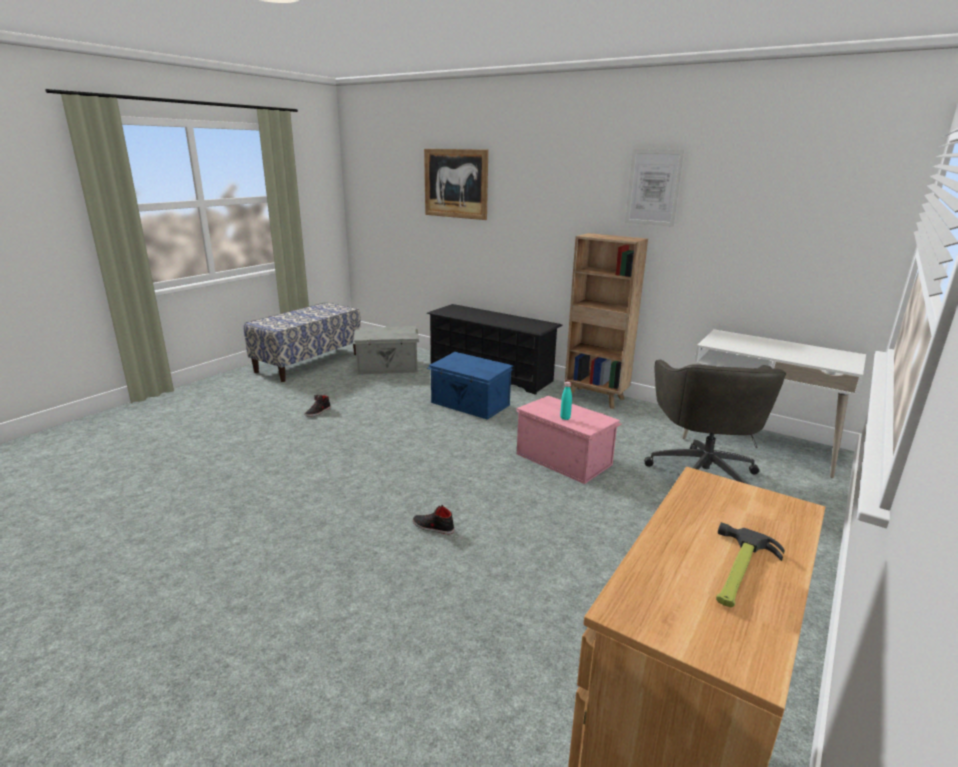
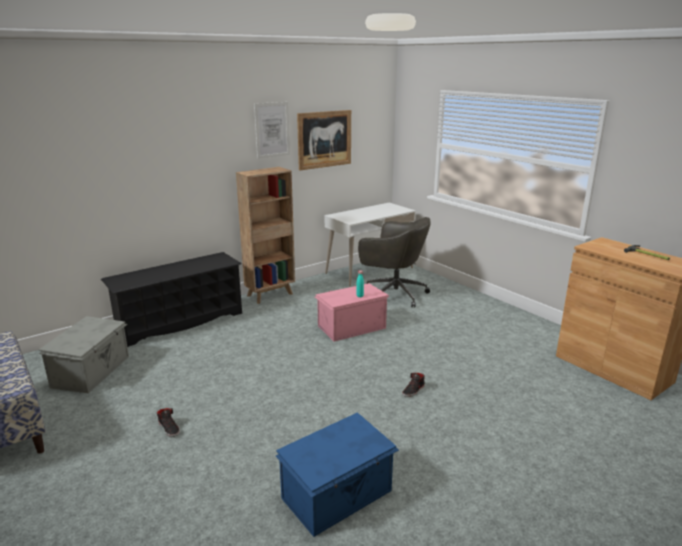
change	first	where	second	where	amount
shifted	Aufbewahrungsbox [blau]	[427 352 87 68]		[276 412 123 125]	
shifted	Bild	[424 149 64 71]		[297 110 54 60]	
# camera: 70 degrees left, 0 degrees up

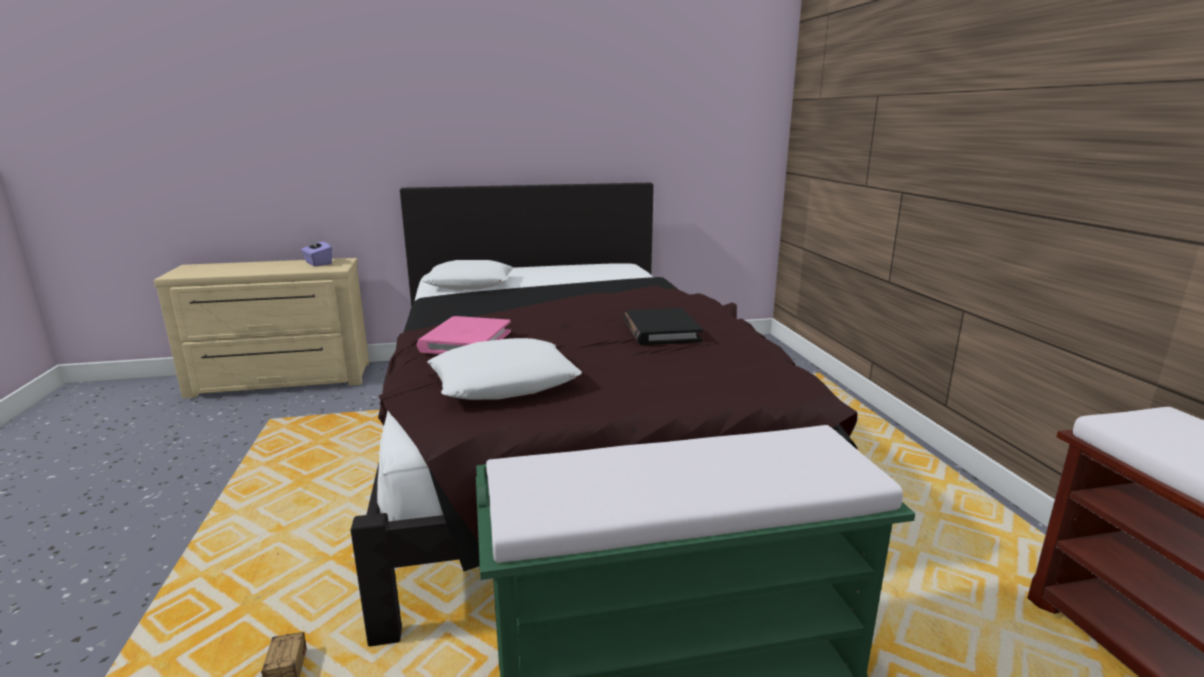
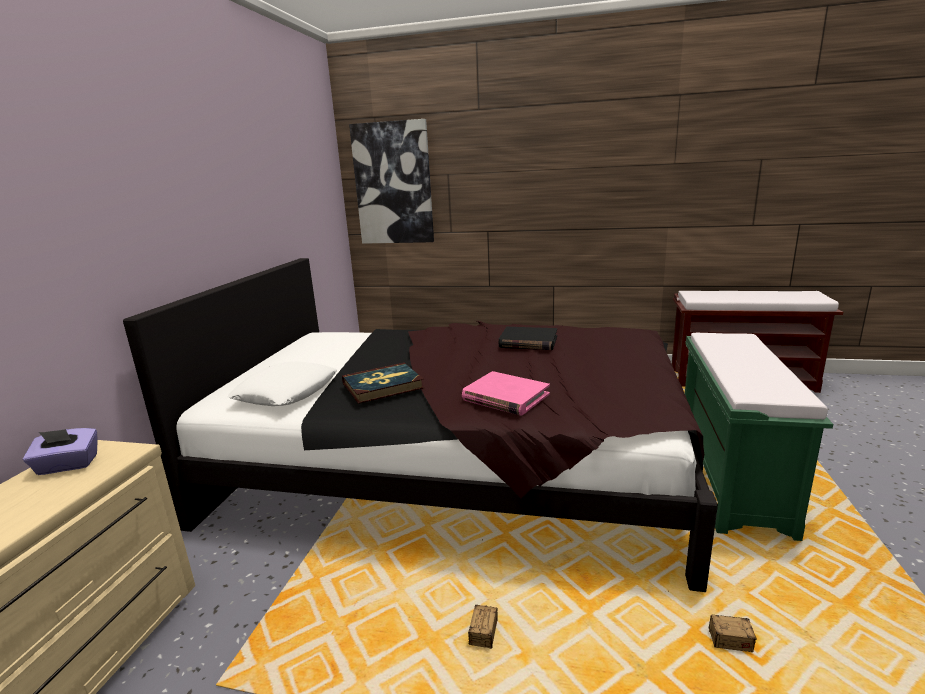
change	first	where	second	where	amount
new			Buch	[342 363 82 41]	
new			Bild	[349 119 85 125]	
new			Aufbewahrungsbox	[468 540 30 109]	
gone	Kissen [weiß]	[427 338 155 62]			
# camera: 65 degrees left, 0 degrees up

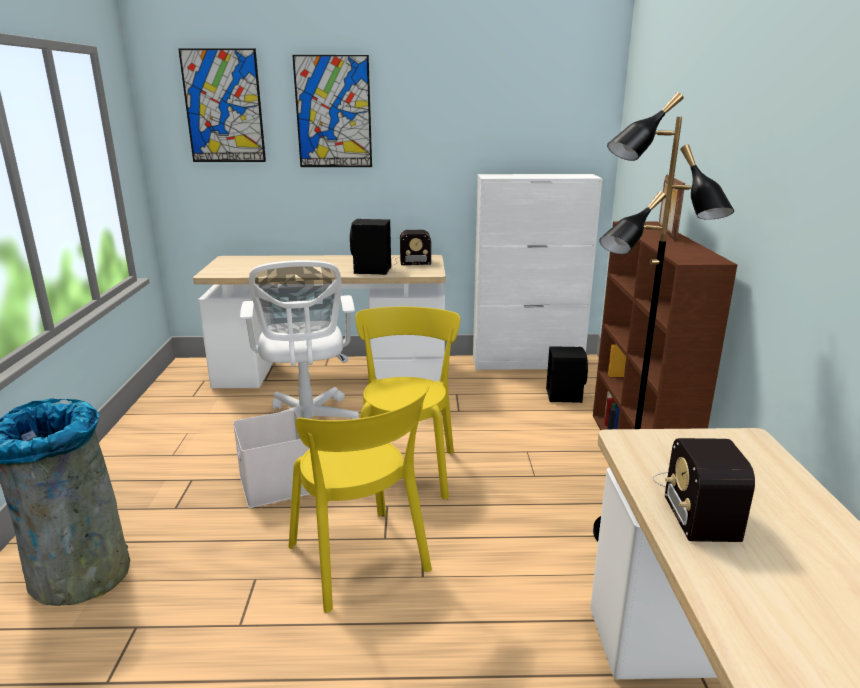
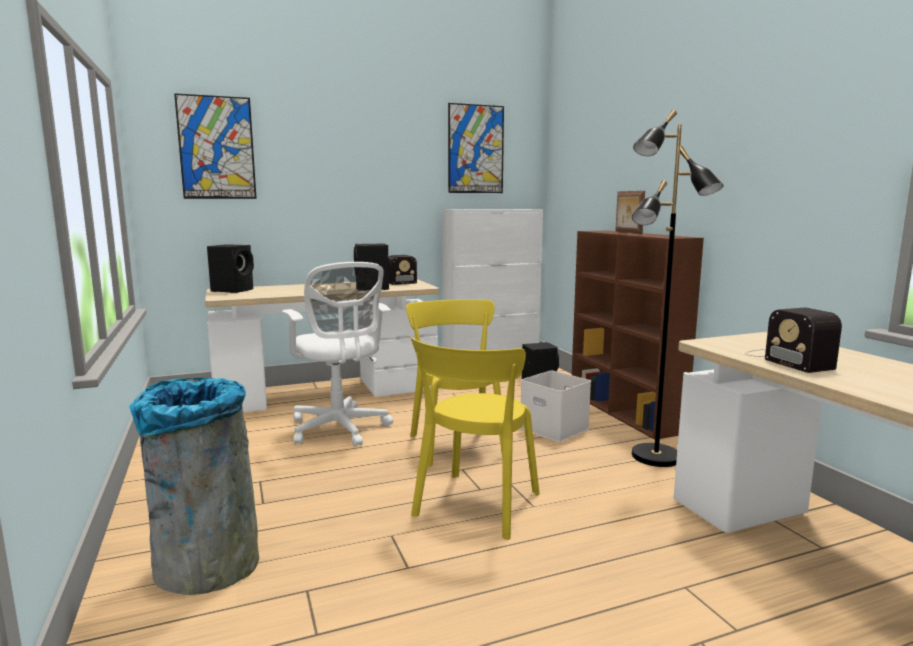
change	first	where	second	where	amount
new			Lautsprecher [schwarz]	[207 244 47 49]	
rotated	Stuhl [gelb]	[289 386 143 227]		[410 337 130 203]	75 degrees clockwise
shifted	Bild	[292 55 80 112]		[448 103 56 90]	
shifted	Aufbewahrungsbox [weiß]	[233 410 77 98]		[520 370 71 72]	
# camera: 20 degrees left, 10 degrees down

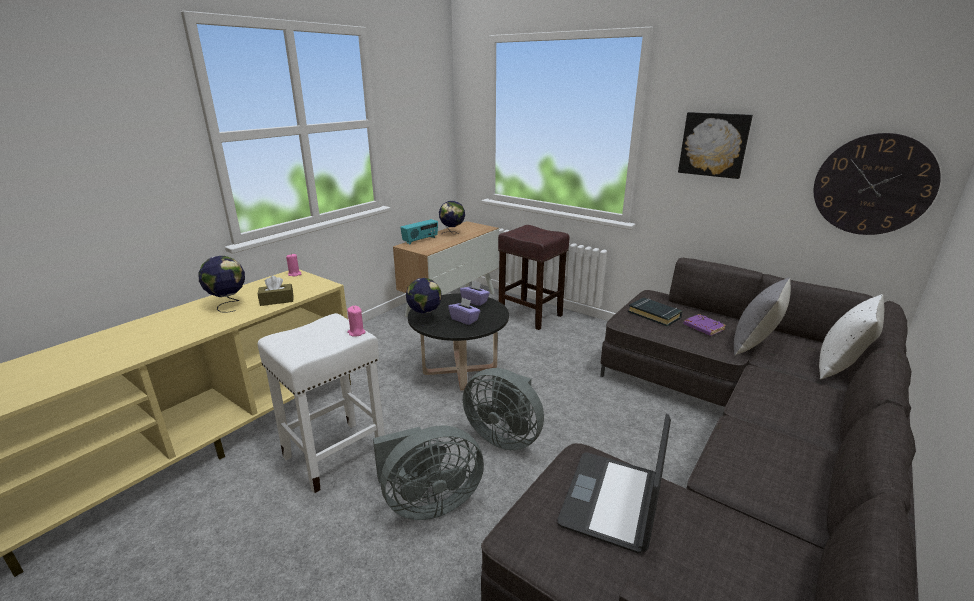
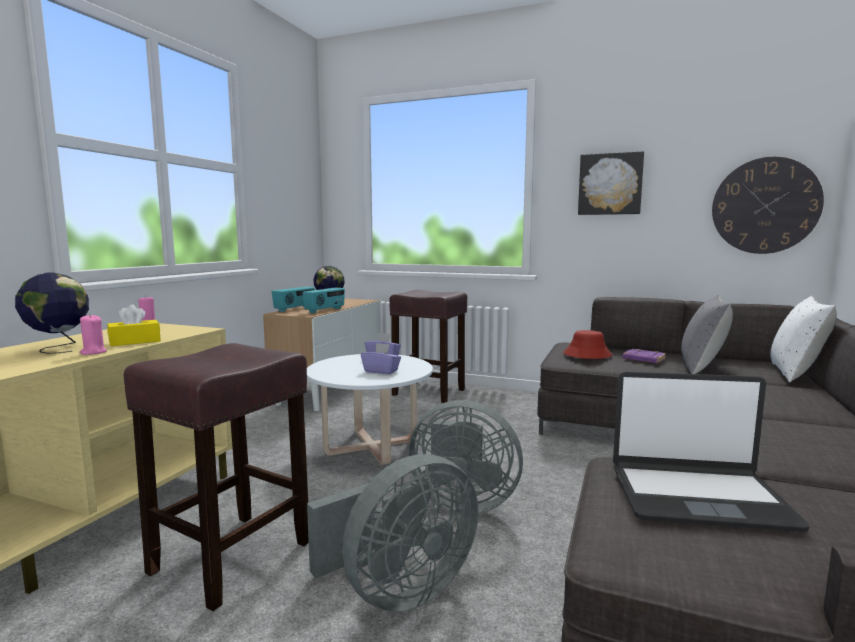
change	first	where	second	where	amount
shifted	Kerze [rosa]	[347 306 19 31]		[79 314 28 41]	
repainted	Taschentuchbox [braun]	[258 276 36 30]	Taschentuchbox [gelb]	[107 304 54 42]	
repainted	Hocker [weiß]	[258 313 127 180]	Hocker [braun]	[124 343 185 268]	
new			Radio	[302 288 43 25]	
repainted	Couchtisch [schwarz]	[408 293 101 98]	Couchtisch [weiß]	[307 354 126 111]	
swapped	Buch [schwarz]	[628 297 54 29]	Hut [rot]	[563 330 49 29]	
rotated	Laptop	[557 414 114 139]		[613 372 197 160]	90 degrees counterclockwise
gone	Globus	[406 278 36 49]			
# camera: 15 degrees left, 15 degrees down

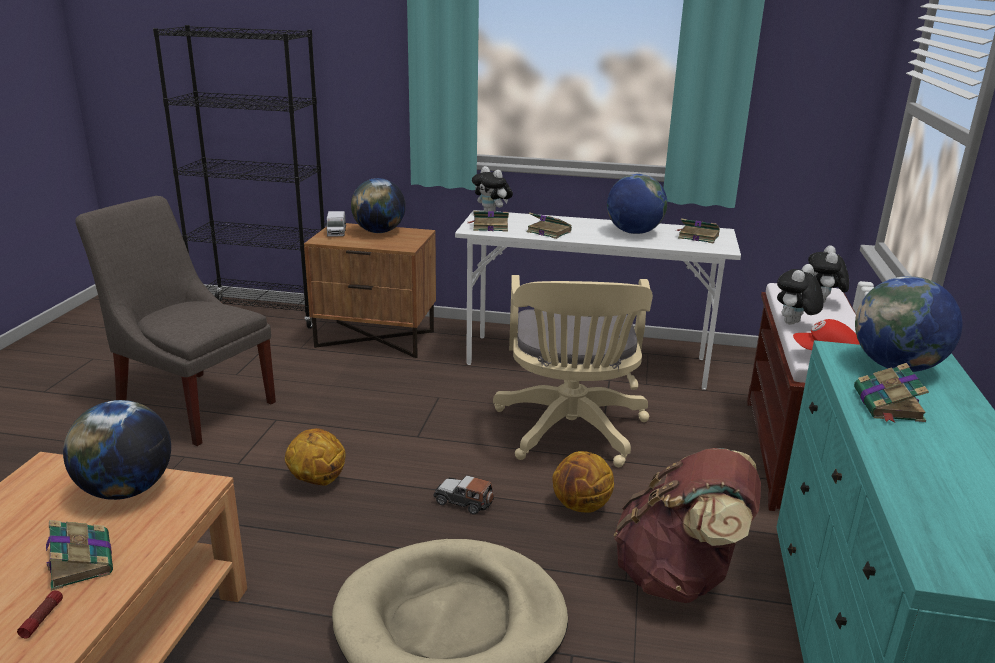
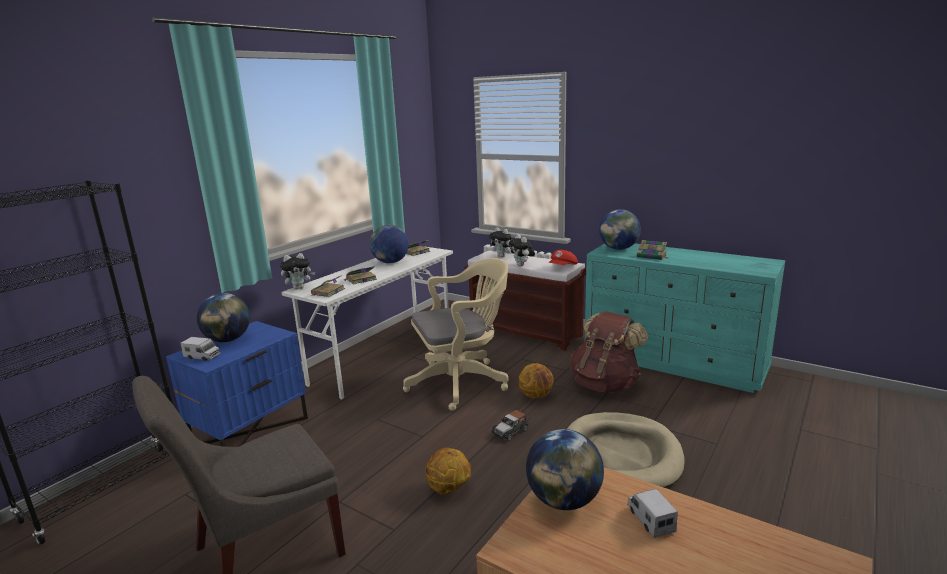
change	first	where	second	where	amount
repainted	Nachttisch [braun]	[304 223 132 135]	Nachttisch [blau]	[166 321 142 126]	
rotated	Bürostuhl [beige]	[493 275 160 192]		[403 258 106 153]	45 degrees counterclockwise
swapped	Buch	[46 520 67 71]	Spielzeuglaster	[627 489 51 49]	
gone	Taschenlampe	[17 590 46 48]			
# camera: 65 degrees left, 5 degrees down

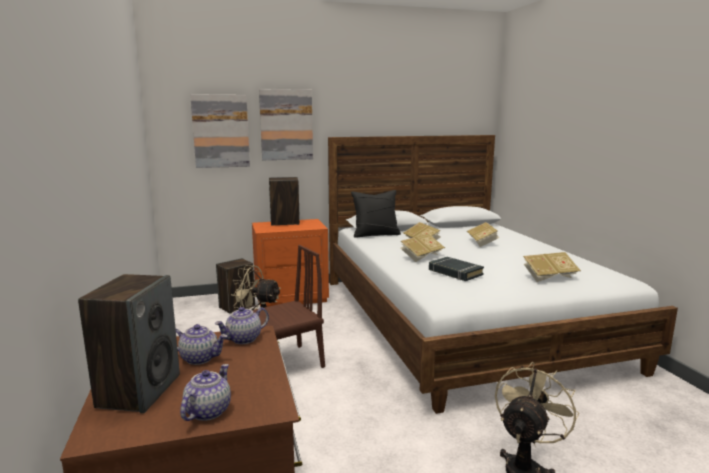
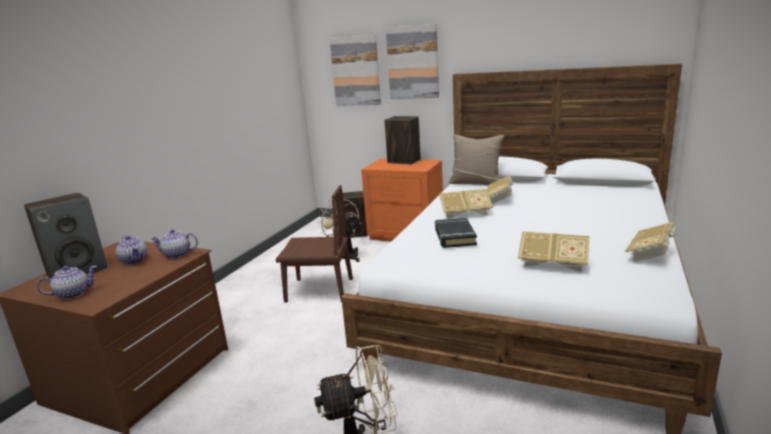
change	first	where	second	where	amount
repainted	Kissen [schwarz]	[351 190 50 48]	Kissen [beige]	[449 134 55 51]	
shifted	Buch	[467 222 32 25]		[625 221 53 41]	
# camera: 40 degrees right, 5 degrees up

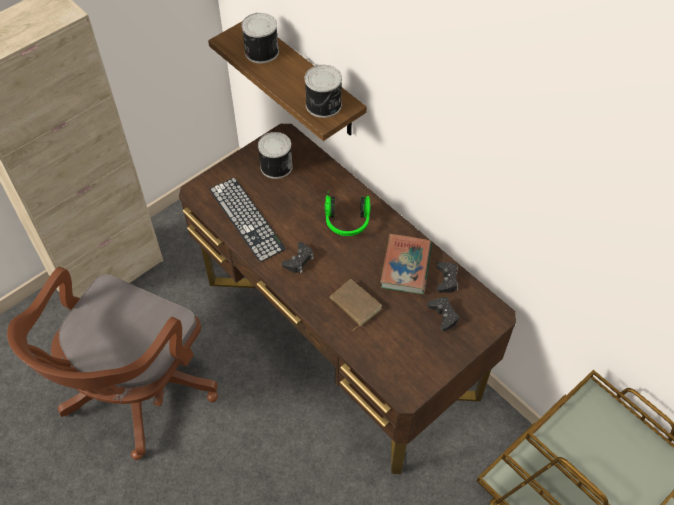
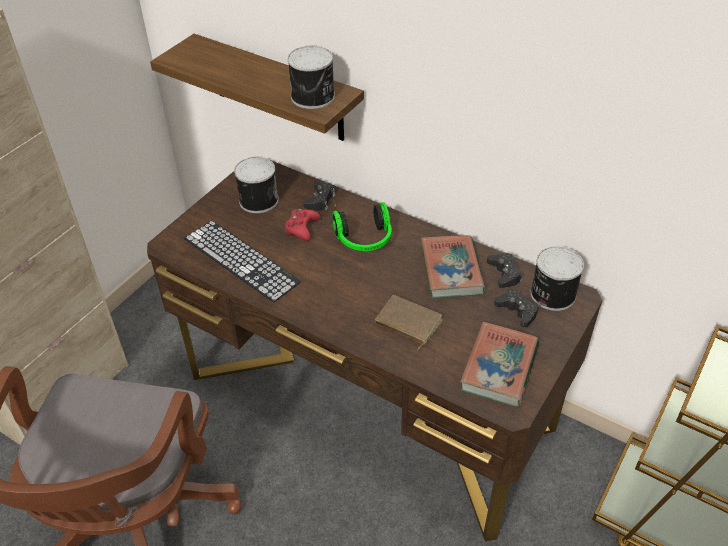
change	first	where	second	where	amount
new			Gamepad [rot]	[285 208 35 33]	
shifted	Gamepad [schwarz]	[282 242 32 31]		[303 181 32 30]	
new			Buch	[460 322 79 85]	
shifted	Dose	[241 13 38 50]		[530 246 54 65]	
# camera: 15 degrees left, 10 degrees down

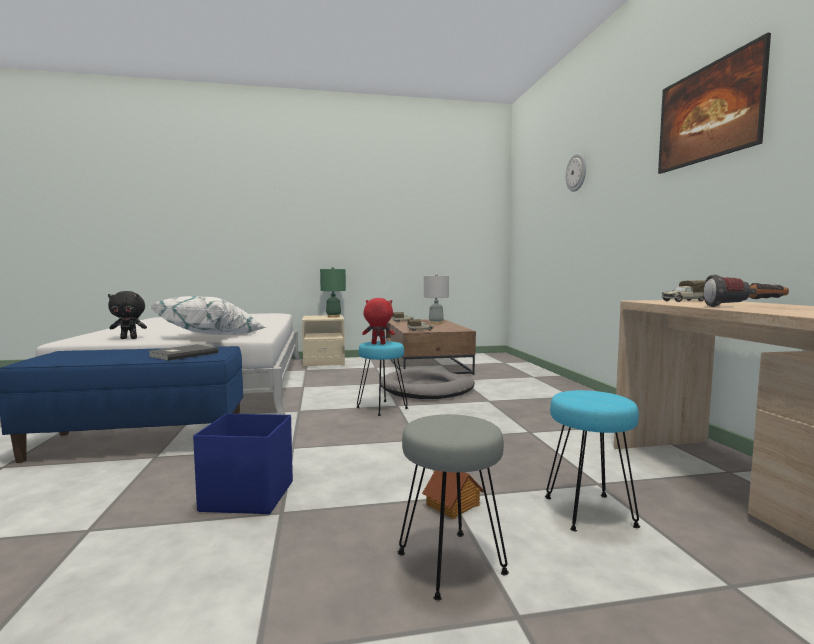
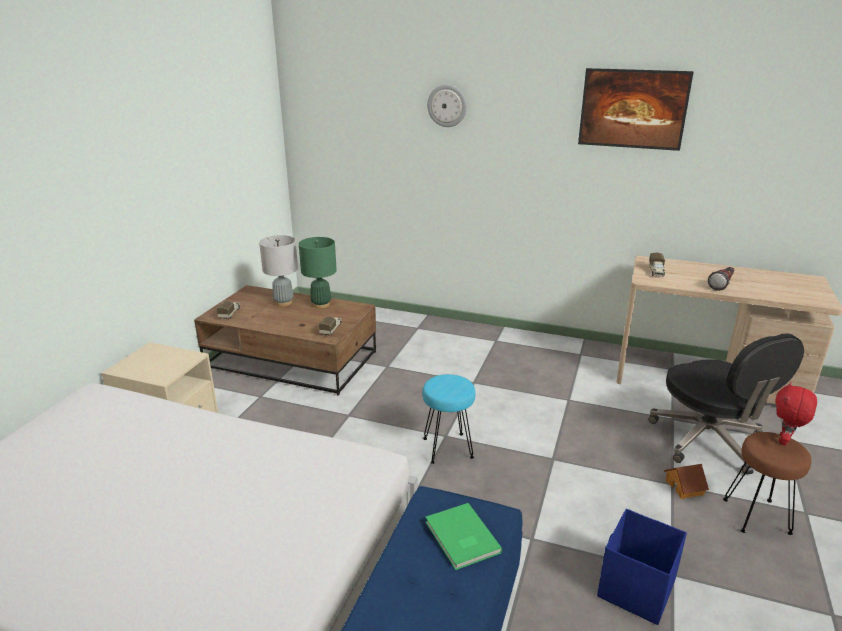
change	first	where	second	where	amount
shifted	Tischlampe [grün]	[320 267 26 51]		[299 237 38 71]	
repainted	Buch [grau]	[148 344 70 17]	Buch [grün]	[425 503 77 67]	
swapped	Hocker [türkis]	[545 390 95 141]	Bürostuhl [schwarz]	[648 333 156 142]	
repainted	Hocker [grau]	[398 414 111 186]	Hocker [braun]	[723 432 88 103]	
shifted	Plüschtier [rot]	[362 298 33 46]		[775 382 42 63]	
gone	Plüschtier [schwarz]	[108 291 39 48]			
gone	Kissen [weiß]	[149 296 117 39]			
gone	Hundebett [grau]	[381 368 94 31]			
# camera: 60 degrees left, 20 degrees up

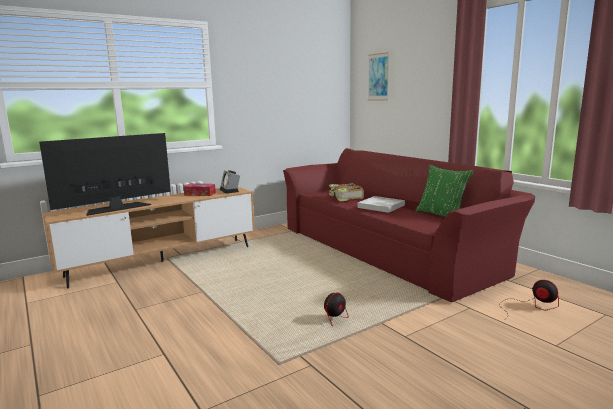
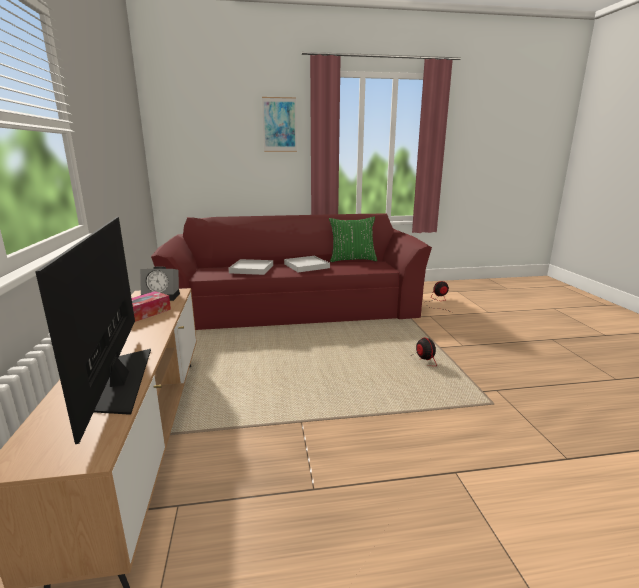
change	first	where	second	where	amount
swapped	Buch	[329 183 35 18]	Tablett [weiß]	[229 259 44 16]	
shifted	Bild	[368 52 22 48]		[262 97 35 55]	
# camera: 65 degrees left, 5 degrees up

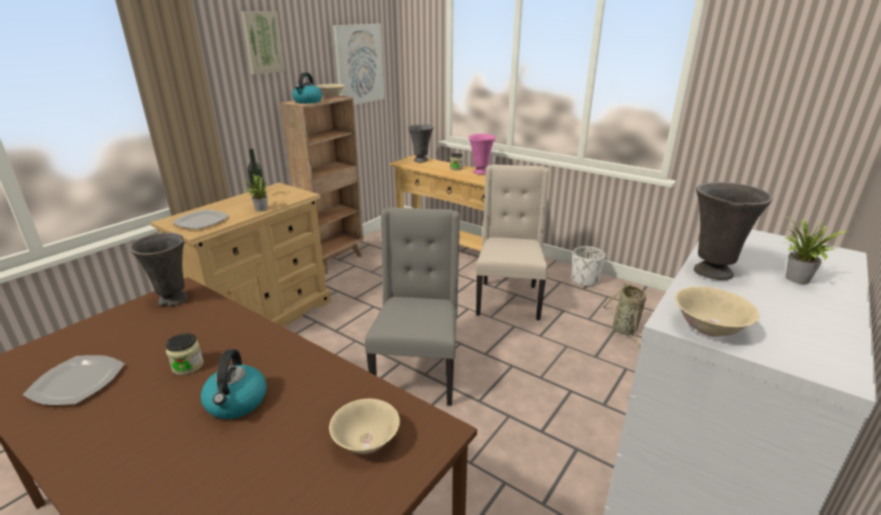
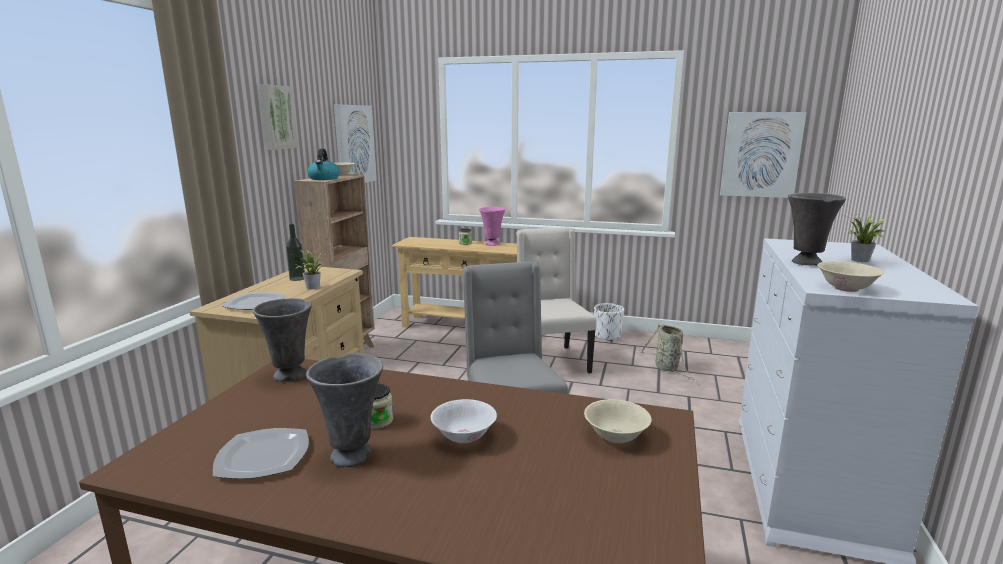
change	first	where	second	where	amount
shifted	Vase [grau]	[408 124 26 38]		[306 353 77 114]	
swapped	Wasserkessel	[201 349 66 70]	Schüssel [weiß]	[431 399 66 45]	
new			Bild	[720 112 87 86]	
# camera: 20 degrees left, 10 degrees down

